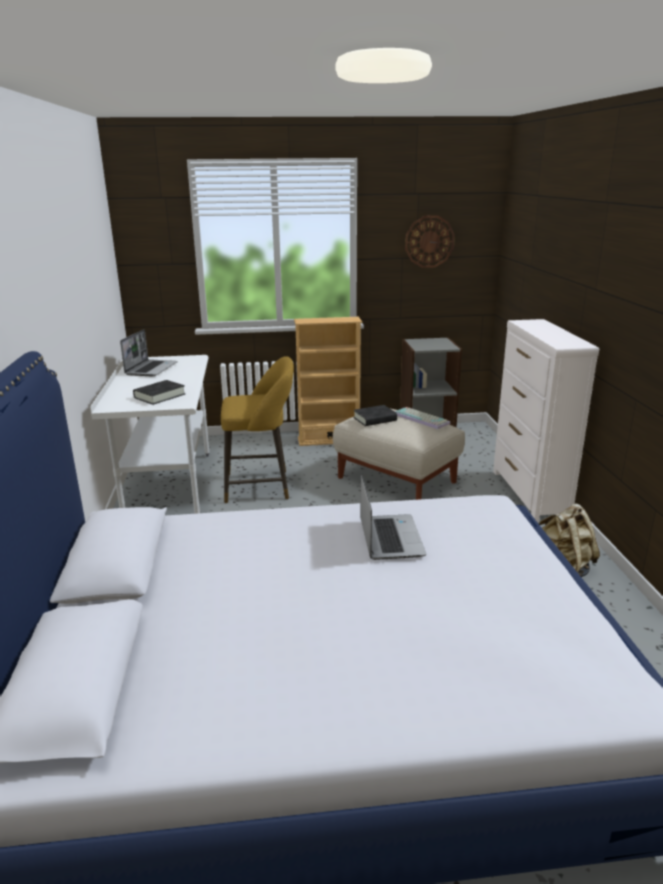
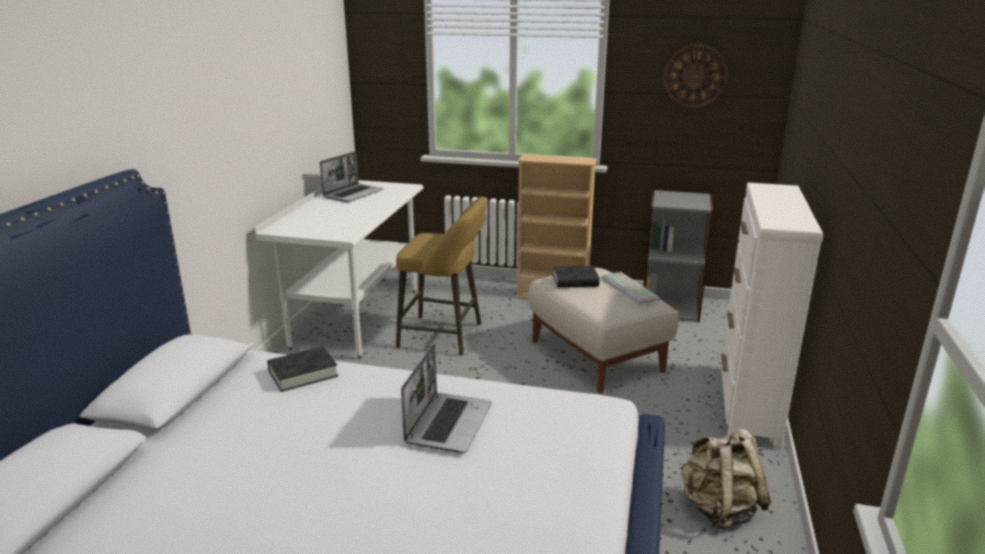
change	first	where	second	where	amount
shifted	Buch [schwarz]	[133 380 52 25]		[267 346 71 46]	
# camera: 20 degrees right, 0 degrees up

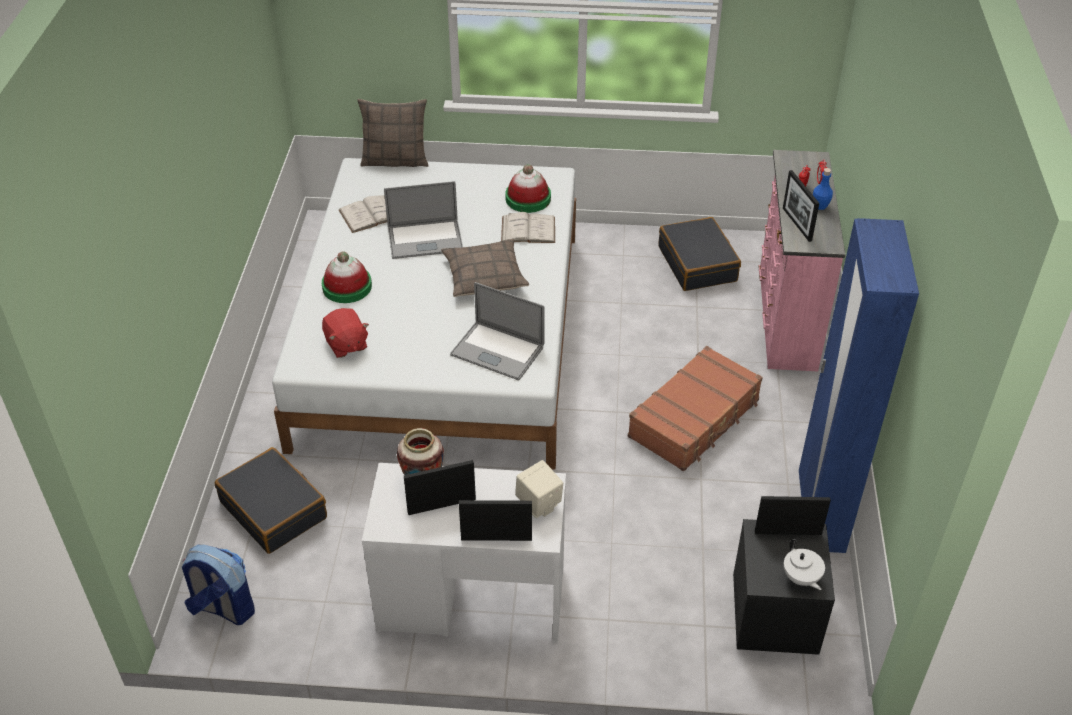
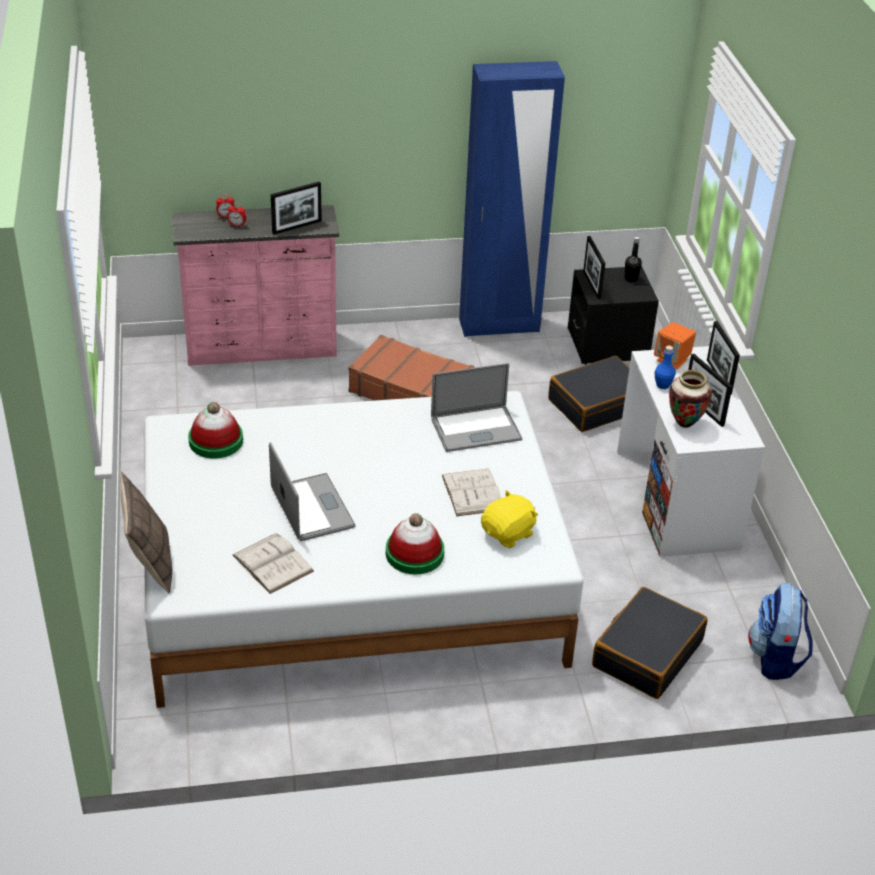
change	first	where	second	where	amount
rotated	Laptop	[450 282 95 99]		[431 363 91 89]	60 degrees clockwise
shifted	Buch [weiß]	[501 212 54 31]		[442 469 59 47]	
repainted	Plüschtier [rot]	[322 308 47 50]	Plüschtier [gelb]	[481 490 57 58]	
shifted	Koffer [schwarz]	[659 217 82 74]		[548 356 81 76]	
swapped	Teekanne [weiß]	[784 539 41 51]	Flasche [schwarz]	[625 237 17 45]	
repainted	Lautsprecher [beige]	[515 460 48 58]	Lautsprecher [orange]	[654 322 42 48]	
shifted	Flasche [blau]	[813 168 20 42]		[655 346 21 43]	
gone	Kissen	[441 239 88 58]			
# camera: 105 degrees left, 5 degrees down

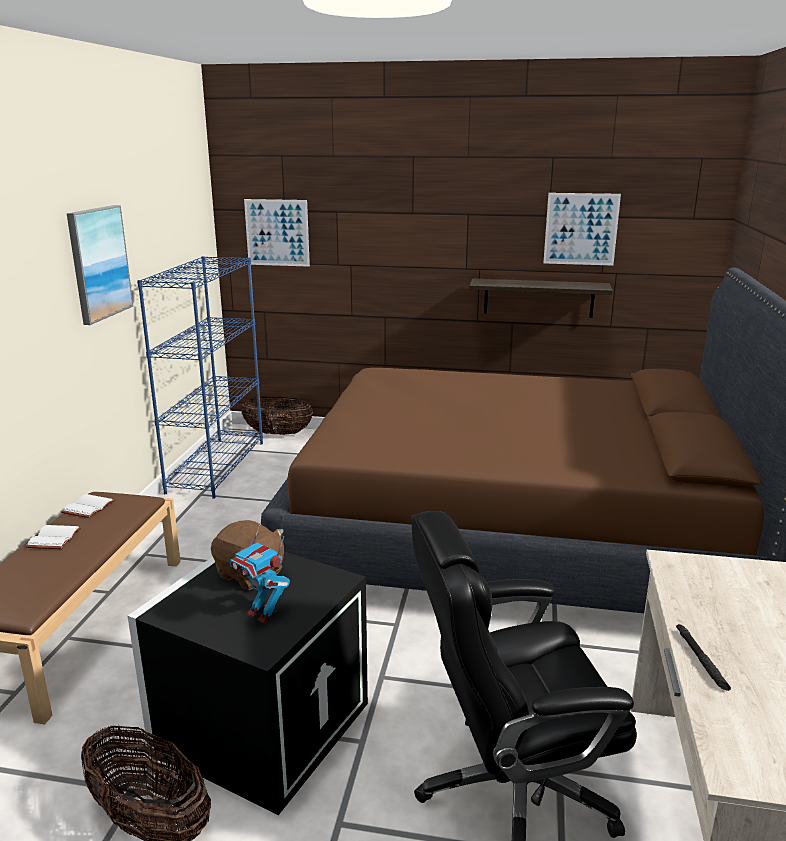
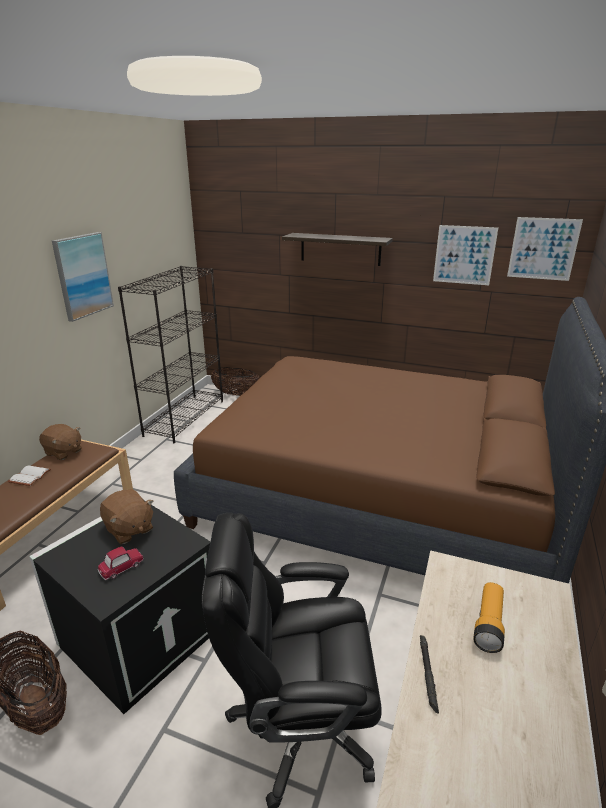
change	first	where	second	where	amount
swapped	Buch [weiß]	[61 494 54 24]	Plüschtier [braun]	[39 424 43 36]	
swapped	Spielzeugroboter	[230 525 60 98]	Spielzeugauto	[98 547 45 33]	
repainted	Bücherregal [blau]	[137 256 126 243]	Bücherregal [schwarz]	[118 266 105 177]	
shifted	Wandregal	[469 279 144 39]		[282 233 111 33]	
new			Taschenlampe	[473 582 32 71]	
shifted	Bild	[244 199 66 68]		[507 217 76 64]	
# camera: 10 degrees right, 5 degrees up

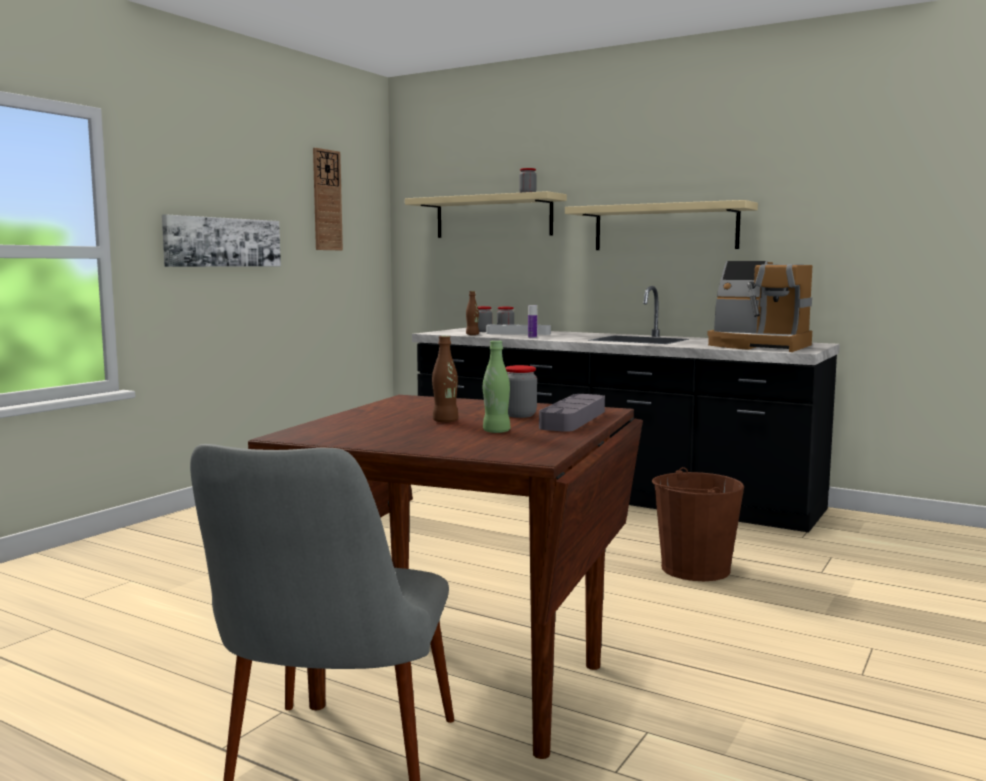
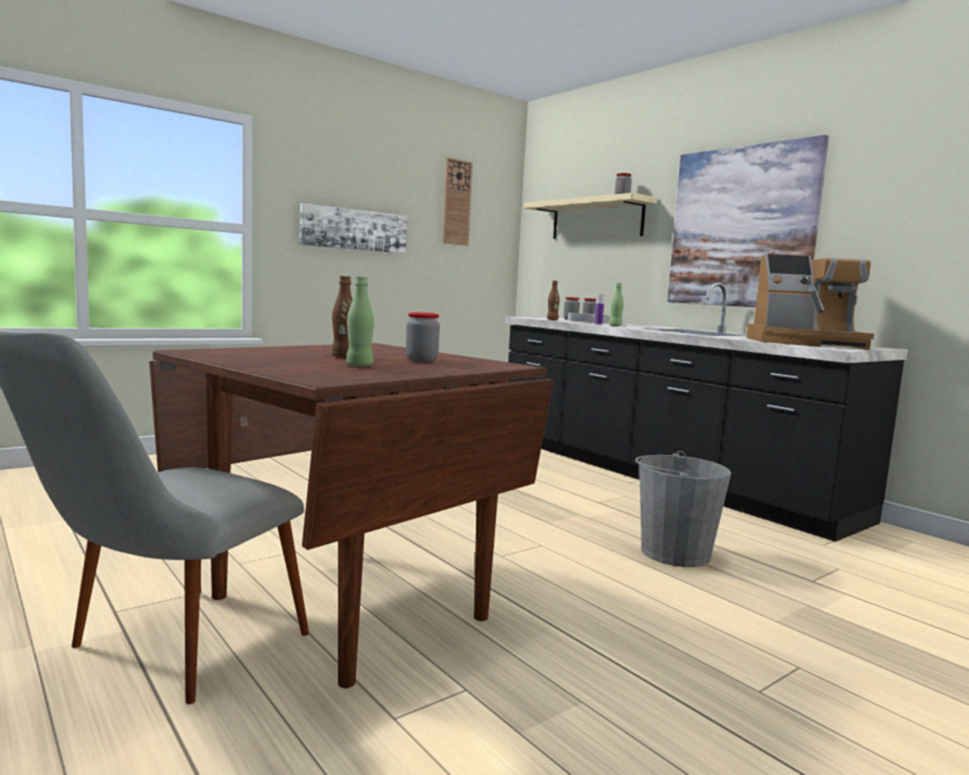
change	first	where	second	where	amount
new			Flasche [grün]	[609 283 15 43]	
repainted	Eimer [braun]	[652 467 92 114]	Eimer [grau]	[635 451 96 116]	
swapped	Wandregal [beige]	[565 200 193 50]	Bild	[667 135 162 172]	
rotated	Kaffeemaschine	[707 261 105 91]		[746 254 128 96]	45 degrees counterclockwise
gone	Tablett [grau]	[539 394 66 38]			
# camera: 20 degrees right, 0 degrees up

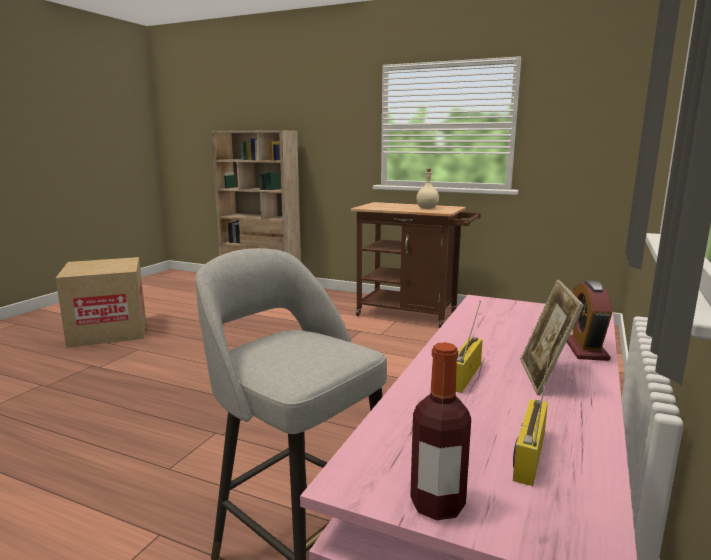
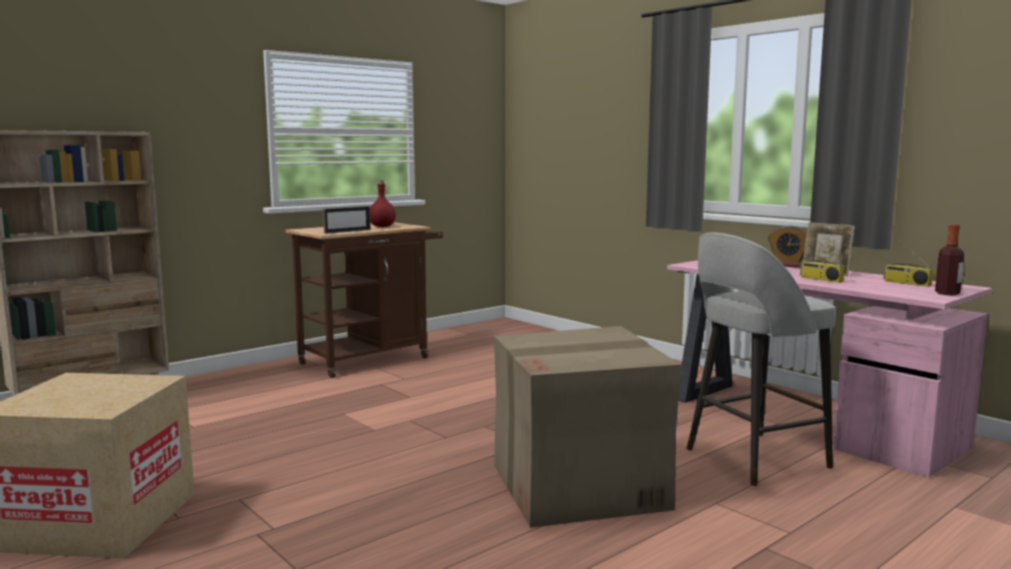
change	first	where	second	where	amount
new			Bilderrahmen	[323 206 48 28]	
repainted	Flasche [beige]	[416 169 23 40]	Flasche [rot]	[370 180 26 47]	
new			Karton	[494 326 187 202]	
# camera: 65 degrees left, 5 degrees down

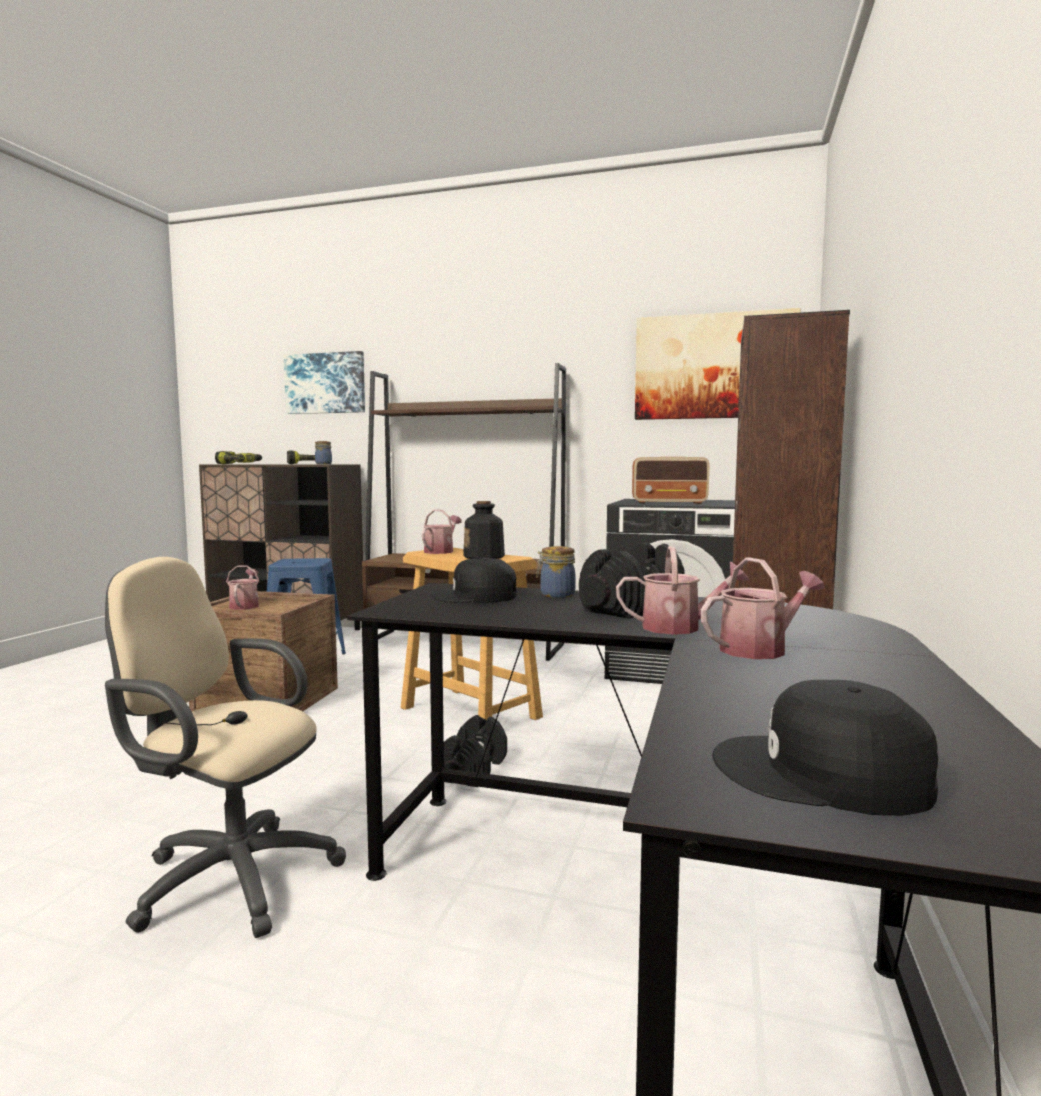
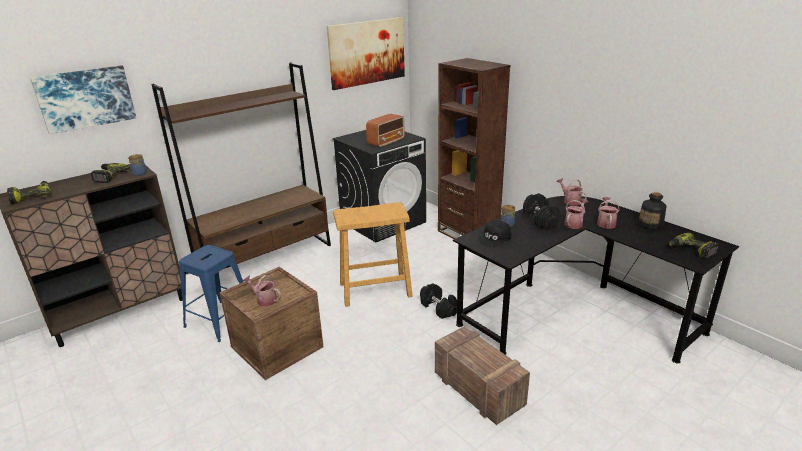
change	first	where	second	where	amount
swapped	Bürostuhl [beige]	[105 557 241 381]	Kiste	[435 326 95 99]	
shifted	Gießkanne	[422 510 40 44]		[556 178 31 28]	
shifted	Flasche	[463 501 42 58]		[638 192 29 37]	
swapped	Kappe [schwarz]	[712 680 226 136]	Bohrmaschine	[669 233 50 25]	
# camera: 55 degrees left, 20 degrees up

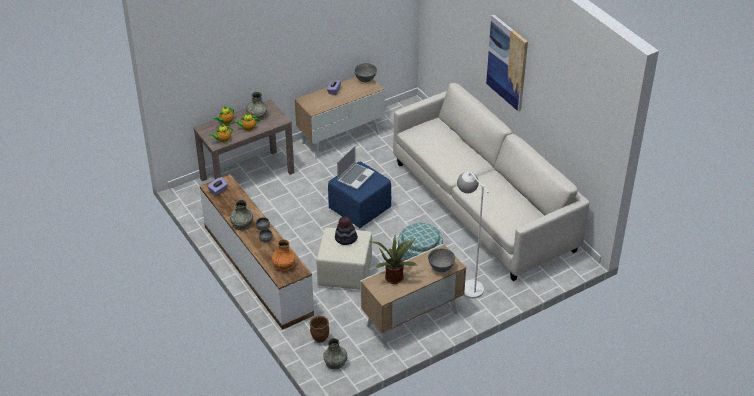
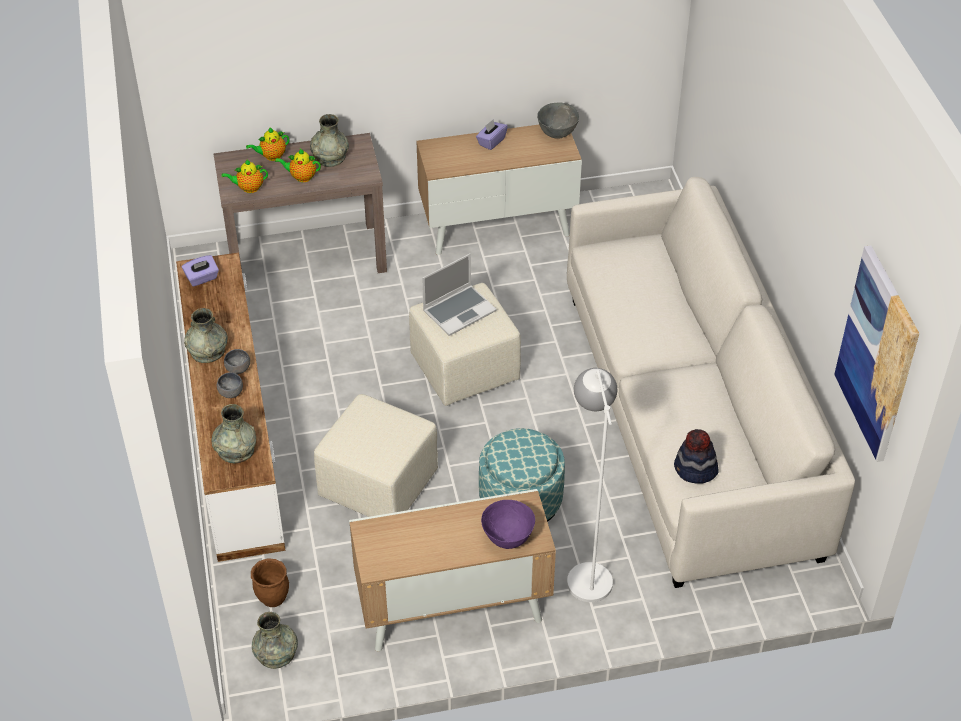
change	first	where	second	where	amount
repainted	Vase [orange]	[272 239 23 32]	Vase [grau]	[212 404 44 59]	
repainted	Polsterhocker [blau]	[328 162 63 66]	Polsterhocker [beige]	[409 283 112 123]	
repainted	Schüssel [grau]	[428 248 27 24]	Schüssel [lila]	[481 500 54 49]	
shifted	Hut	[335 217 23 28]		[674 429 45 55]	
shifted	Bild	[486 15 42 97]		[834 245 86 217]	
gone	Topfpflanze	[370 235 47 49]			
# camera: 20 degrees right, 5 degrees up

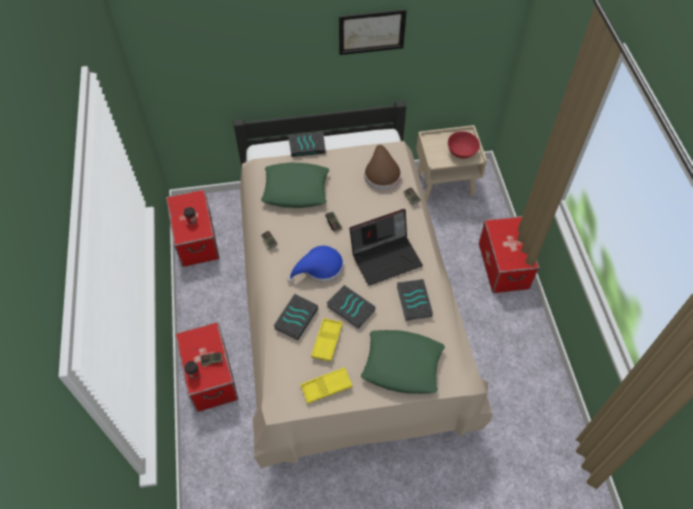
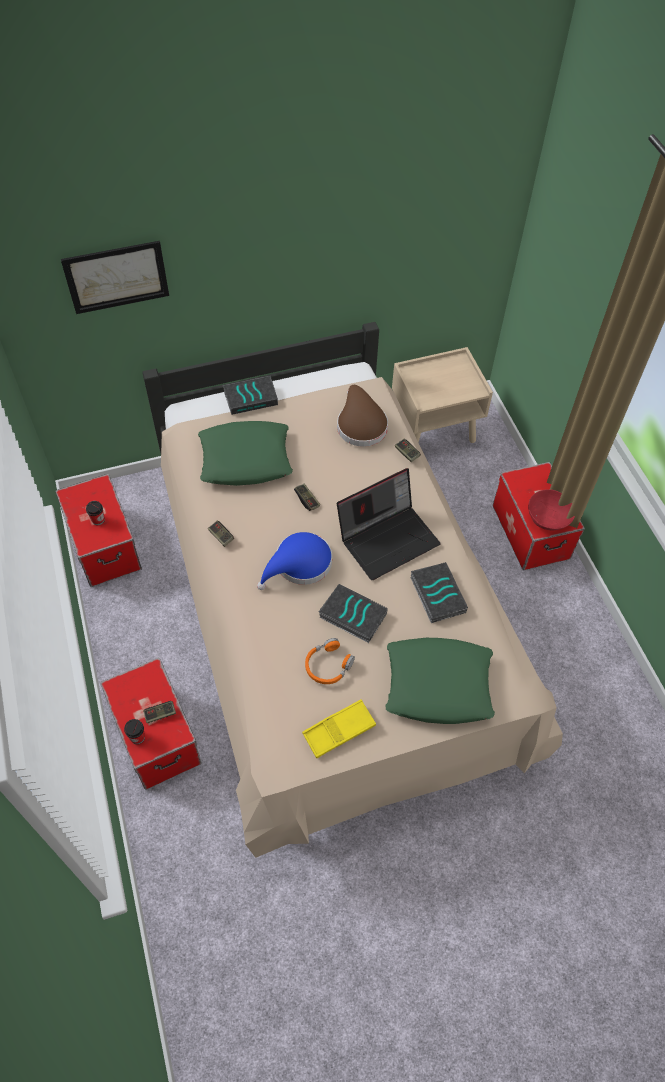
change	first	where	second	where	amount
shifted	Bild	[339 9 68 46]		[61 241 108 73]	
swapped	Tablett [gelb]	[311 318 32 43]	Kopfhörer [orange]	[305 638 50 46]	
shifted	Schüssel [rot]	[448 131 32 27]		[528 489 47 42]	
gone	Buch	[273 294 45 46]			
# camera: 10 degrees left, 0 degrees up

